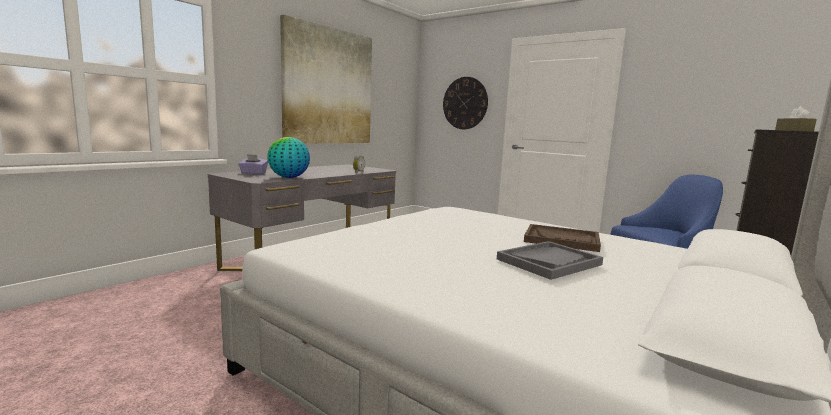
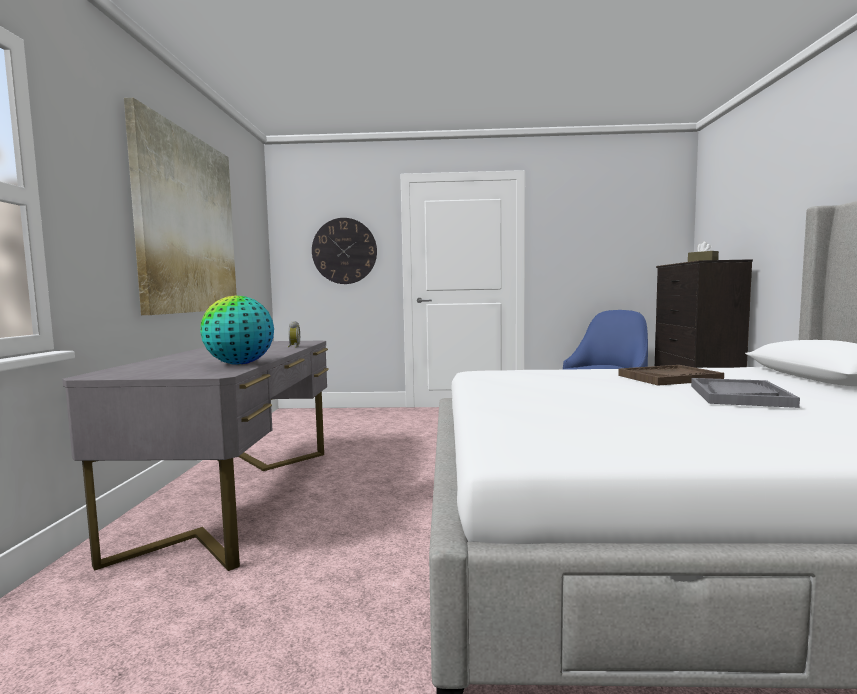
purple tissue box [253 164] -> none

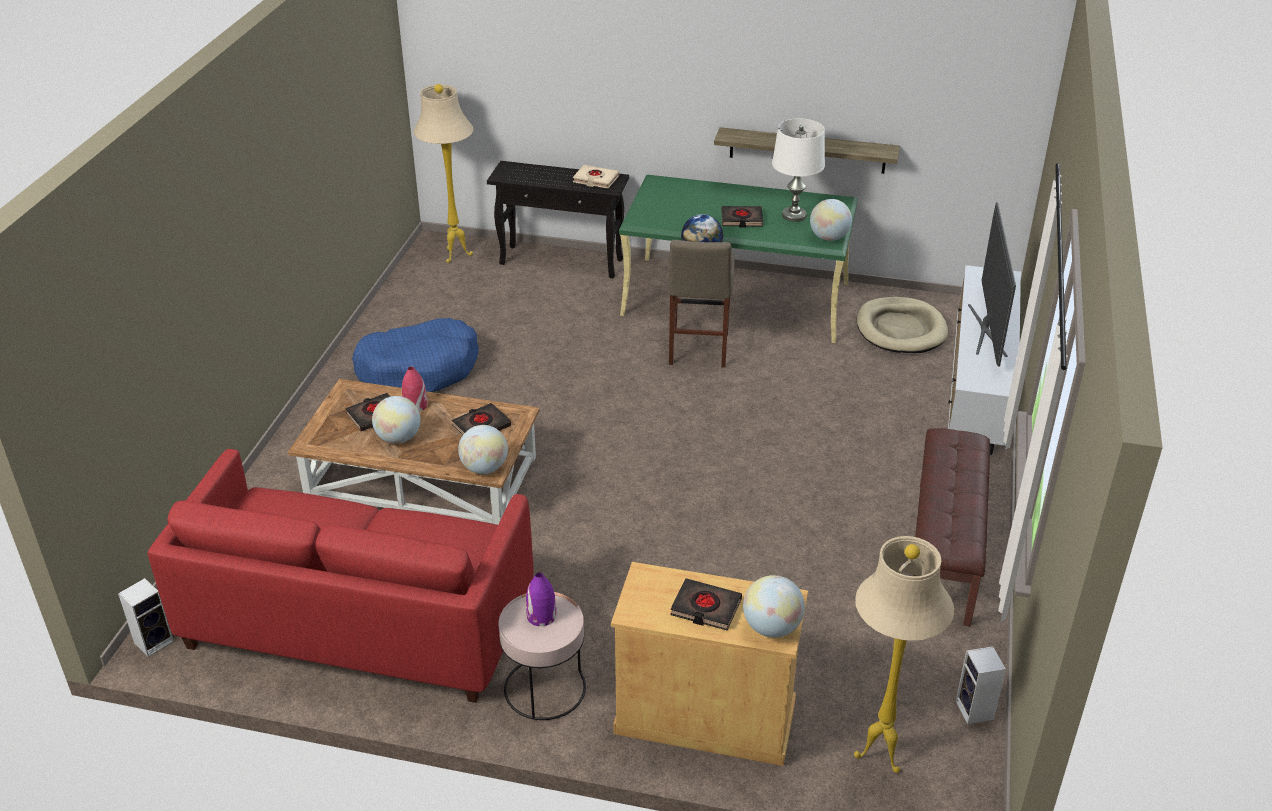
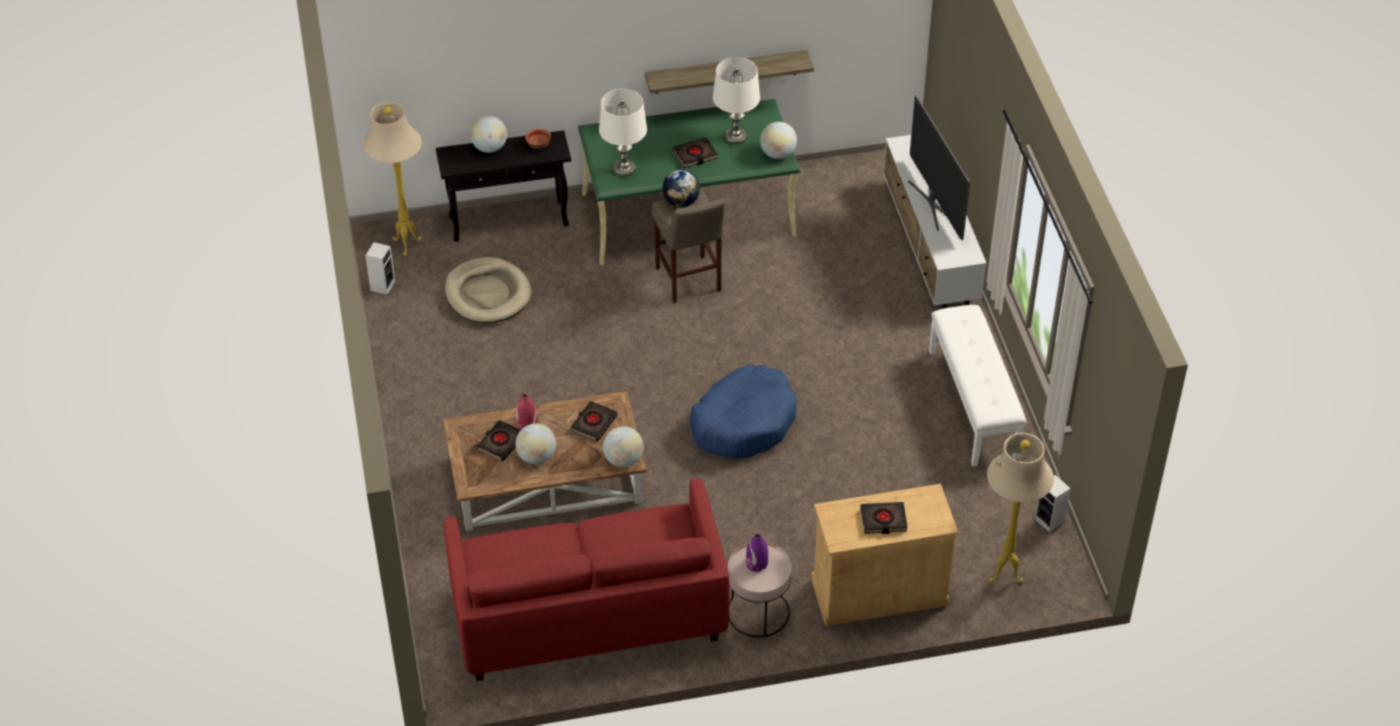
beige book [596 176] -> bowl [538 138]
beige dog bed [902 325] -> beige dog bed [488 290], move
blue dog bed [415 355] -> blue dog bed [743 412], move
brown bench [951 527] -> white bench [977 386]
globe [774 606] -> globe [488 134], move
speaker [146 617] -> speaker [380 268], move
none -> white table lamp [623 133]

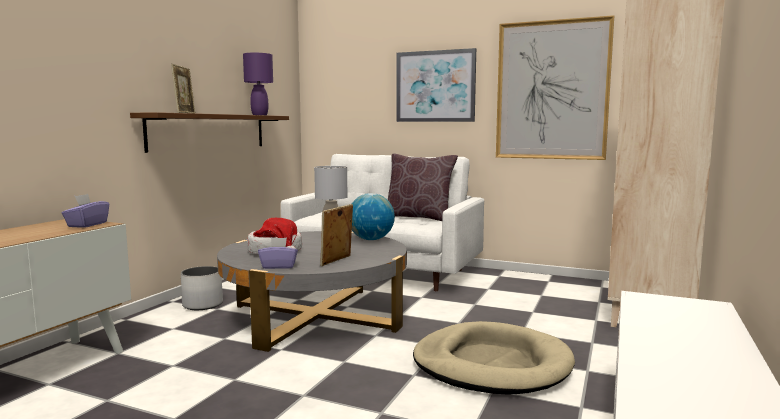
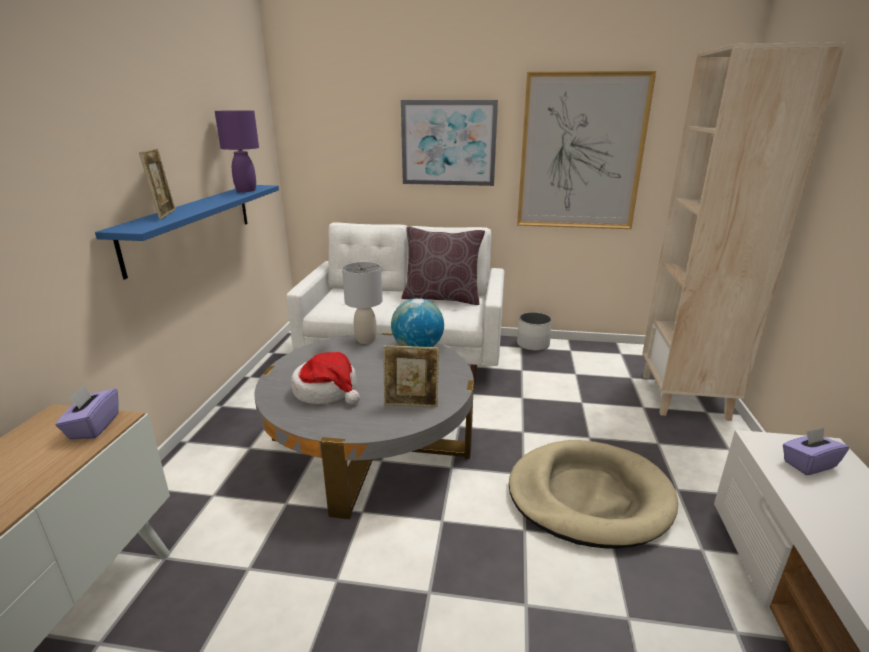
brown shelf [209 132] -> blue shelf [187 232]
picture frame [336 235] -> picture frame [411 376], 105 degrees counterclockwise
purple tissue box [278 253] -> purple tissue box [816 451], move
white planter [202 288] -> white planter [534 331], move

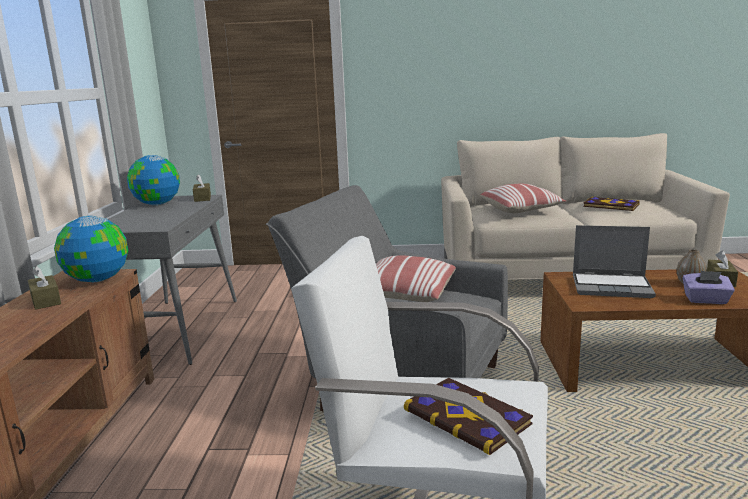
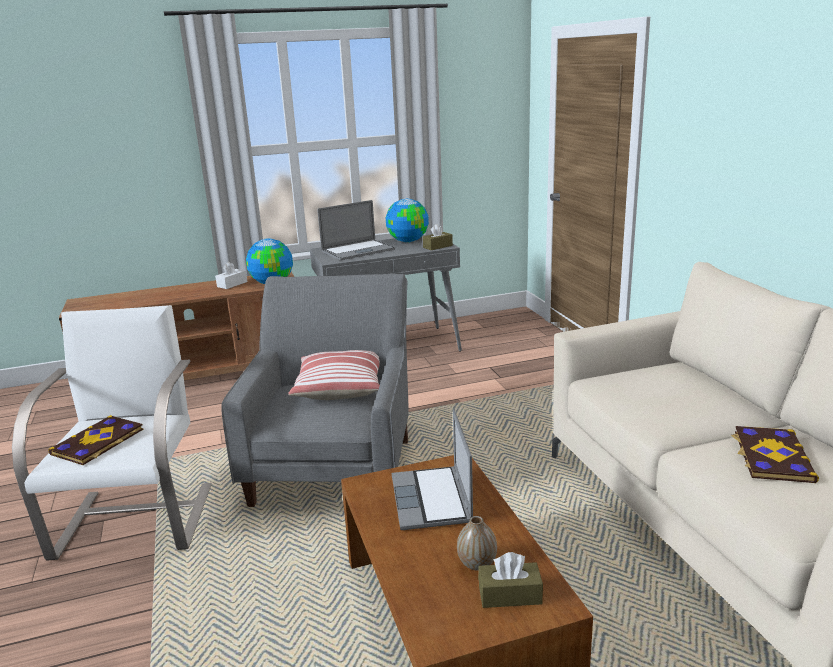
pillow [523 198] -> none
brown tissue box [44 288] -> white tissue box [231 275]
purple tissue box [709 287] -> none
none -> laptop [356 230]

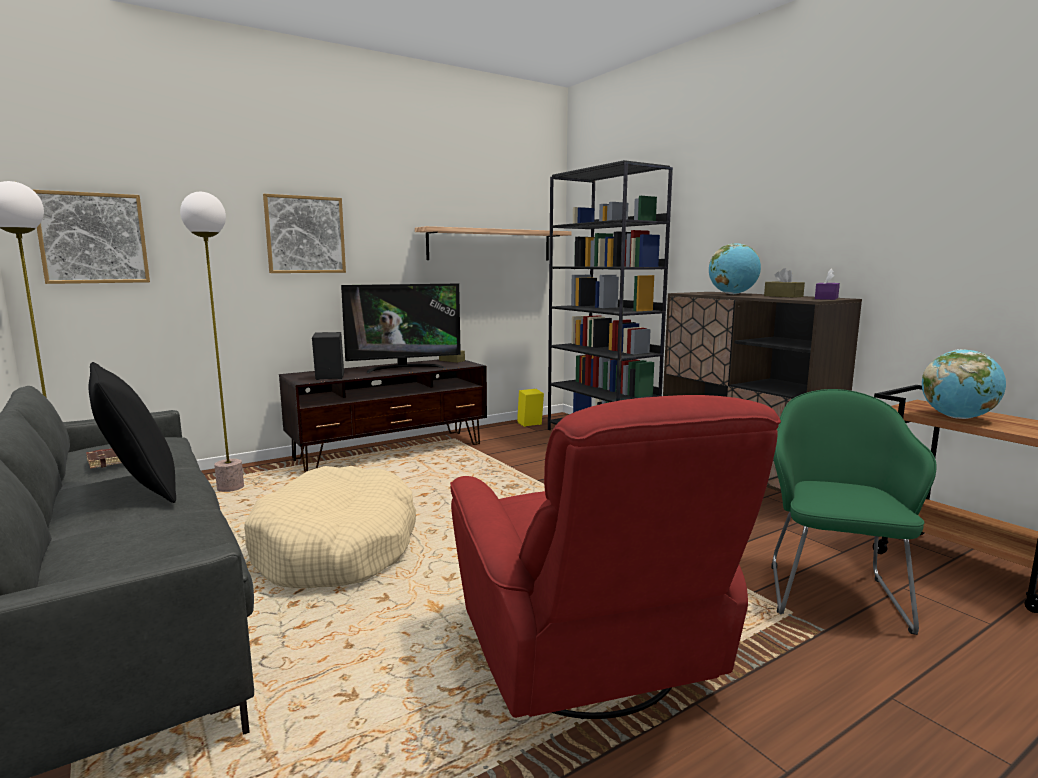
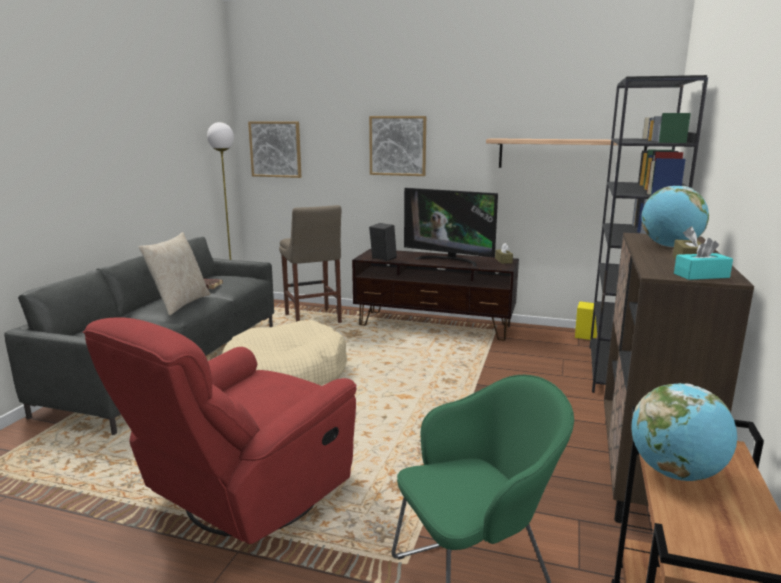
floor lamp [212 342] -> beige stool [310 264]
purple tissue box [827 284] -> turquoise tissue box [703 259]
black pillow [132 432] -> beige pillow [175 274]

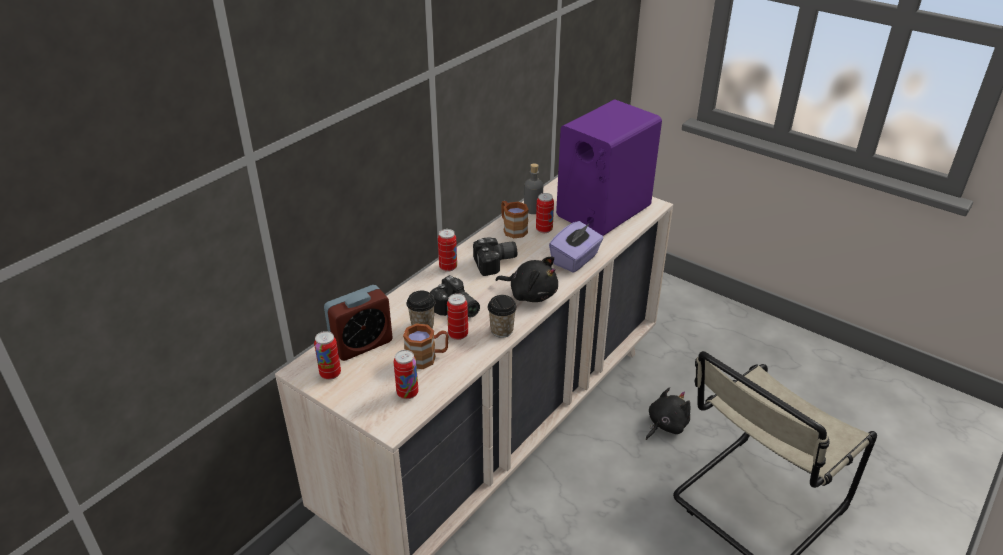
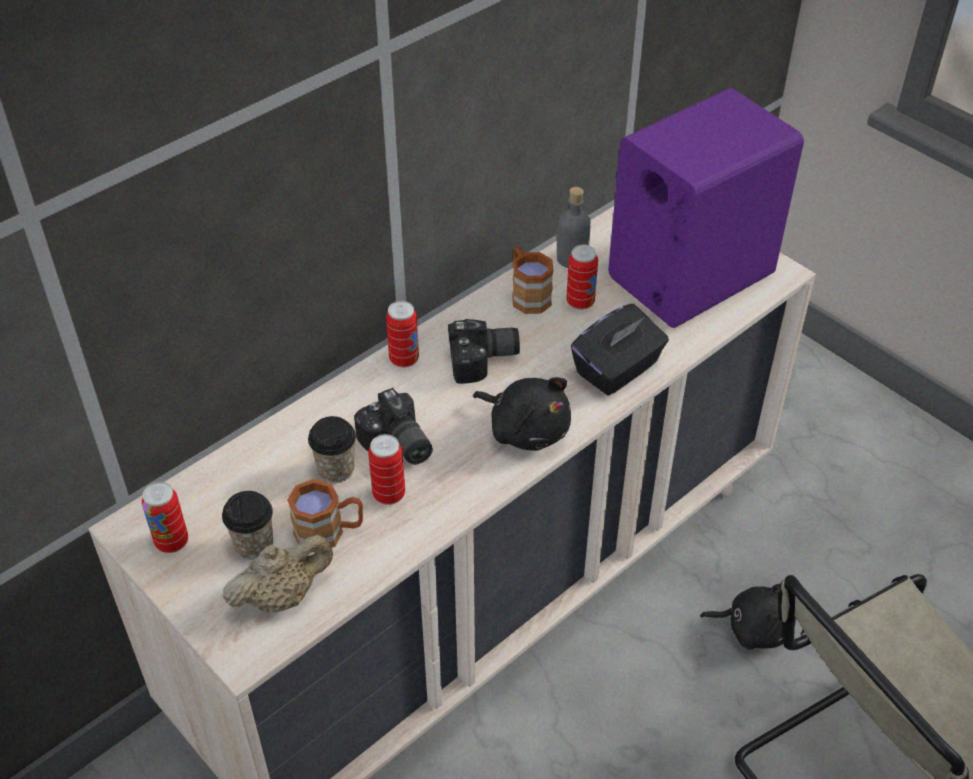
purple tissue box [576 247] -> black tissue box [620 349]
alarm clock [358 323] -> none
cup [502 316] -> cup [247 525], move
can [406 374] -> beige teapot [277 574]
black plush toy [668 413] -> black plush toy [748 617], 45 degrees clockwise

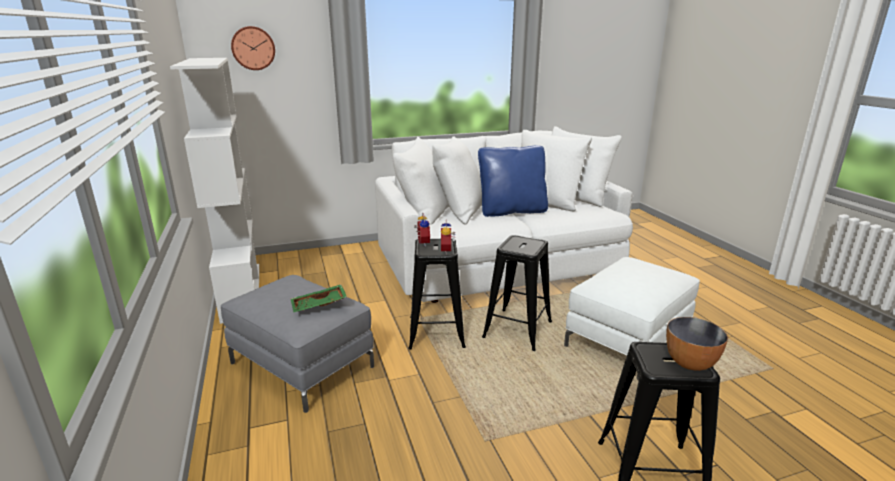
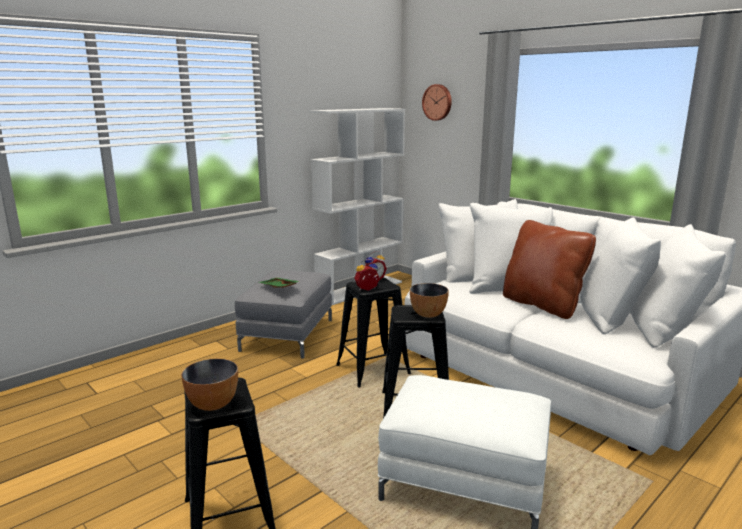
blue pillow [513 181] -> brown pillow [549 269]
none -> bowl [429 300]

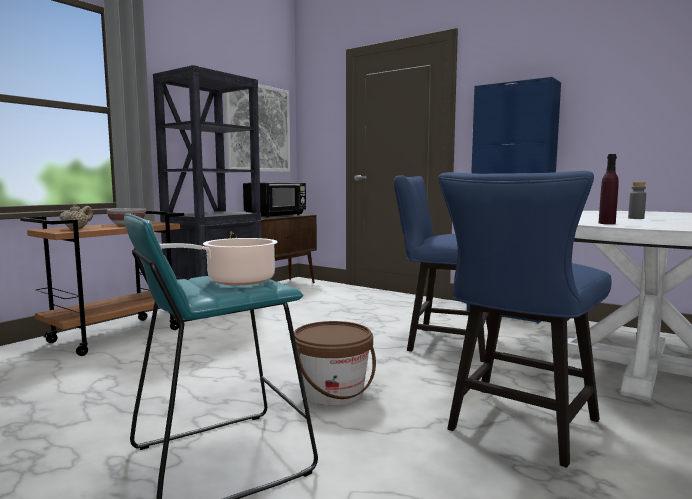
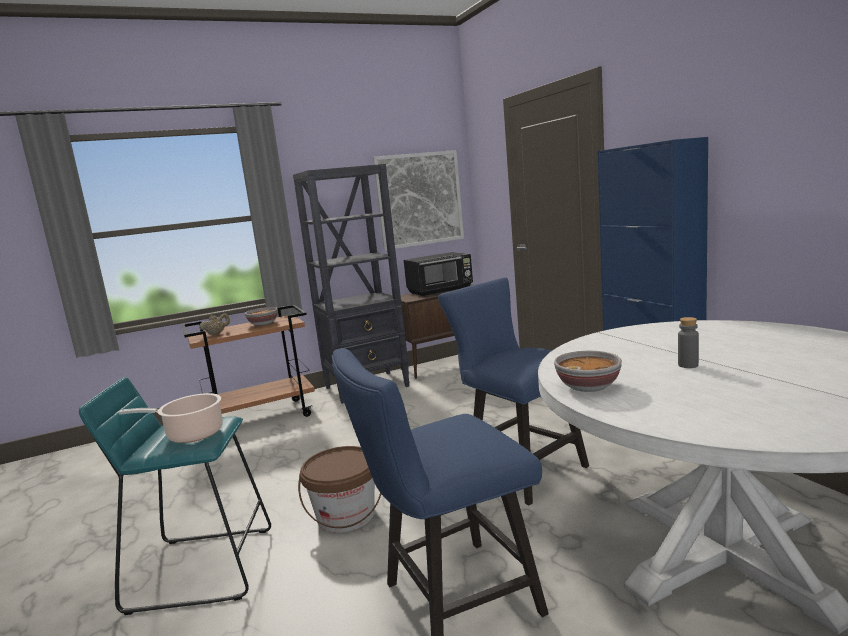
purple bottle [609 189] -> bowl [588 371]

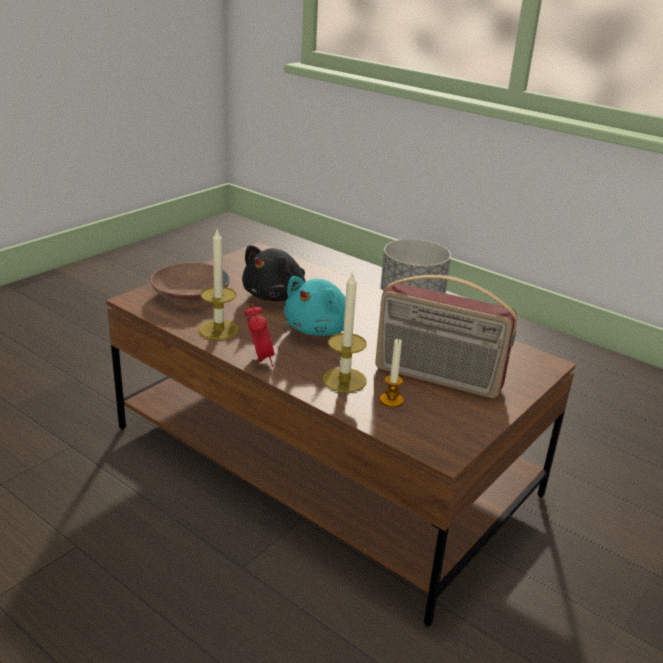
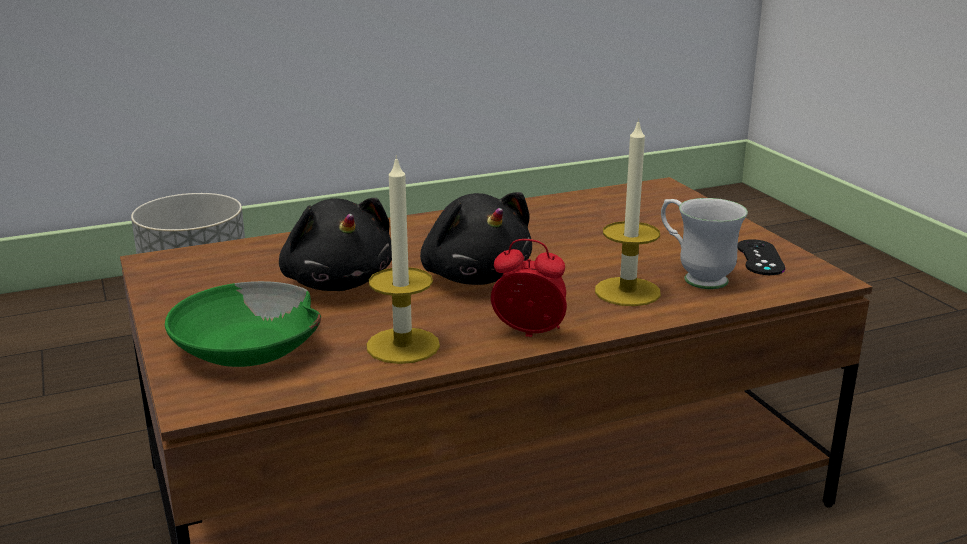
brown bowl [190 284] -> green bowl [243 324]
radio [446 336] -> none
turquoise plush toy [315 306] -> black plush toy [476 238]
candle [392 372] -> white mug [704 243]
none -> black game controller [761 257]

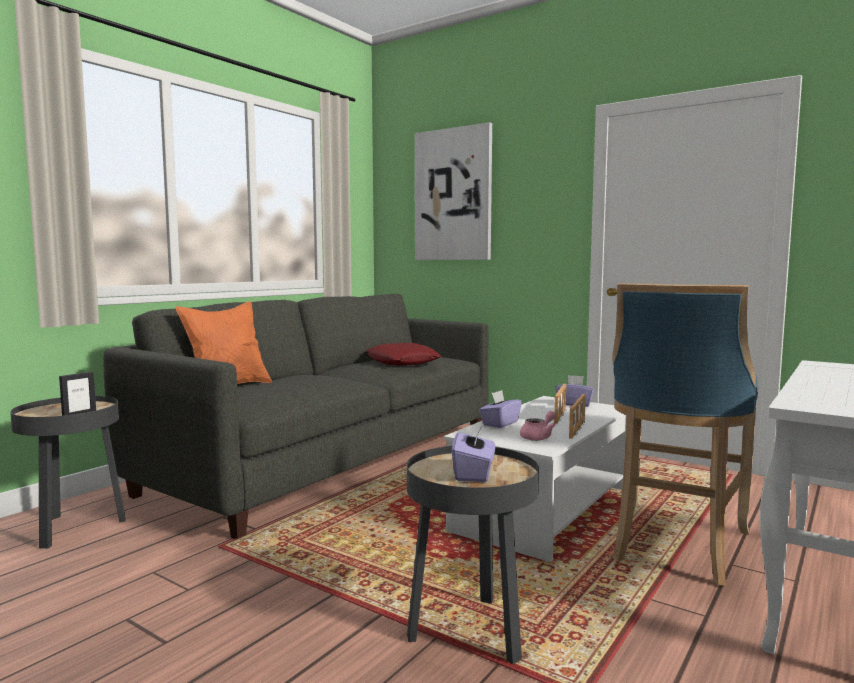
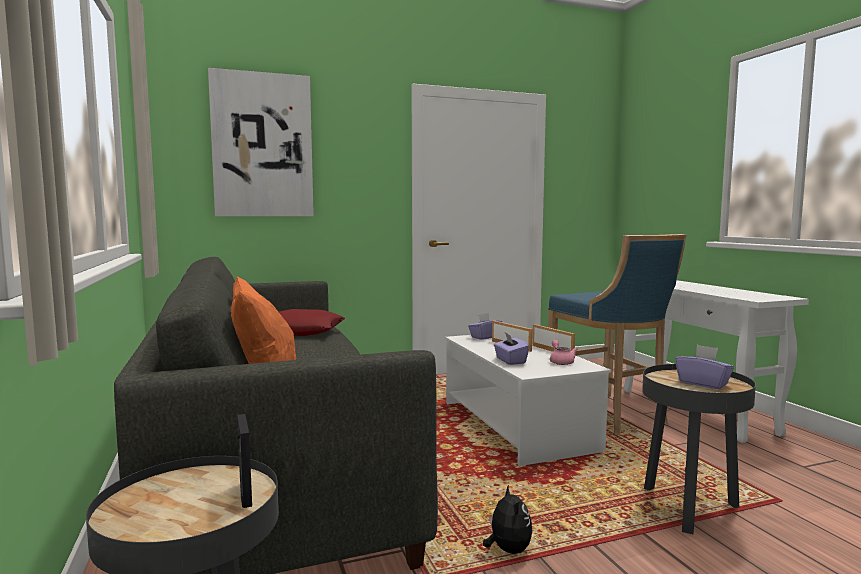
none -> plush toy [507 519]

